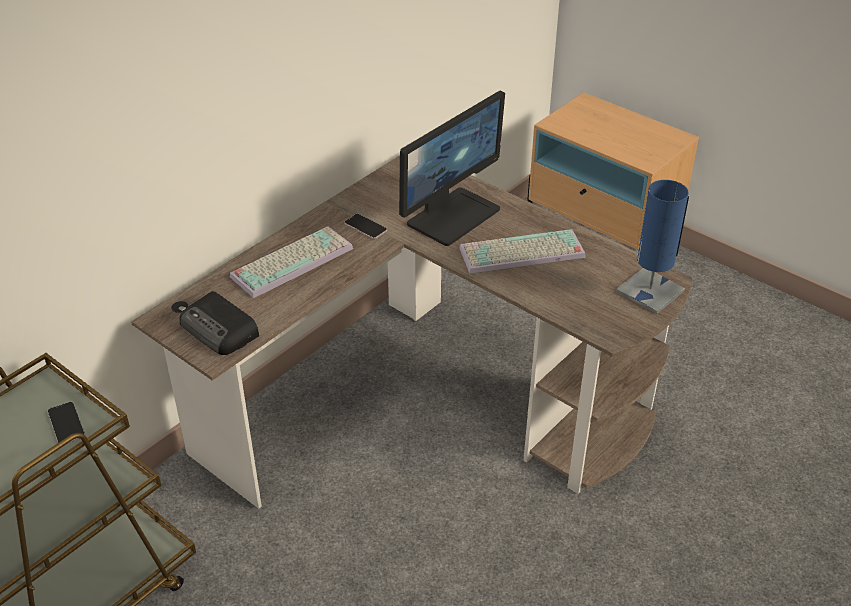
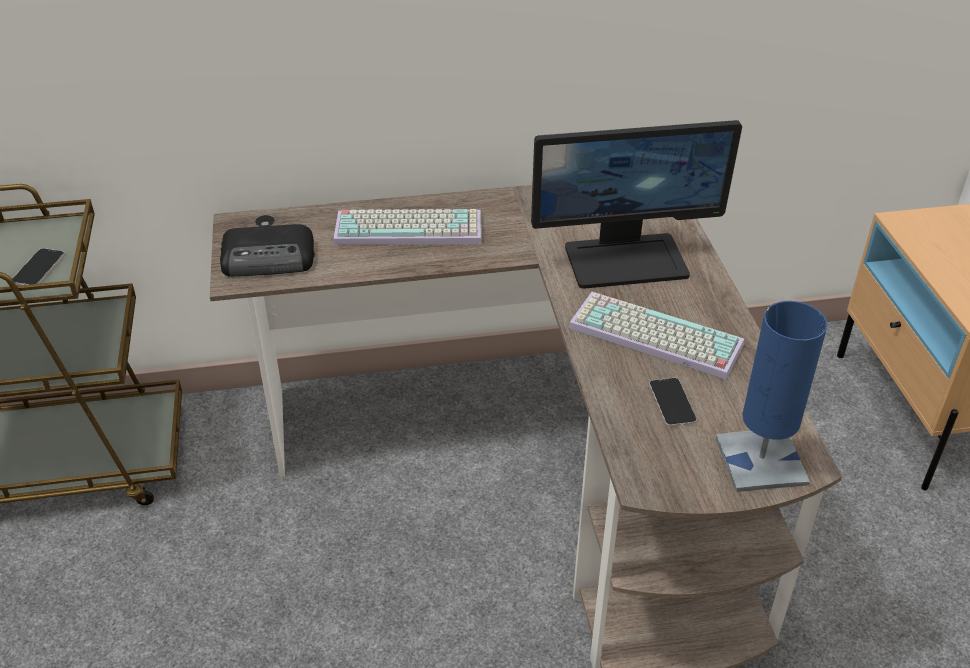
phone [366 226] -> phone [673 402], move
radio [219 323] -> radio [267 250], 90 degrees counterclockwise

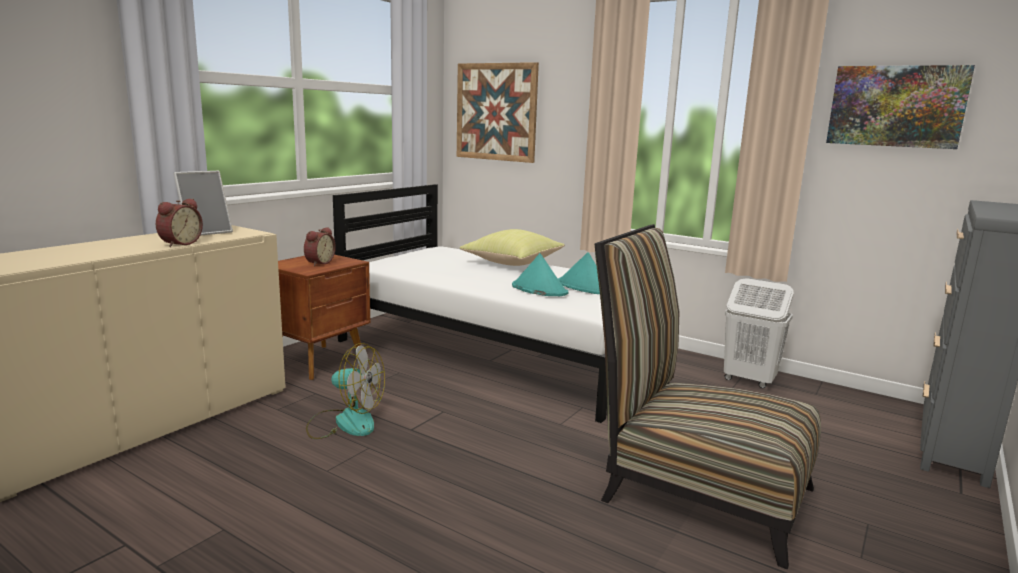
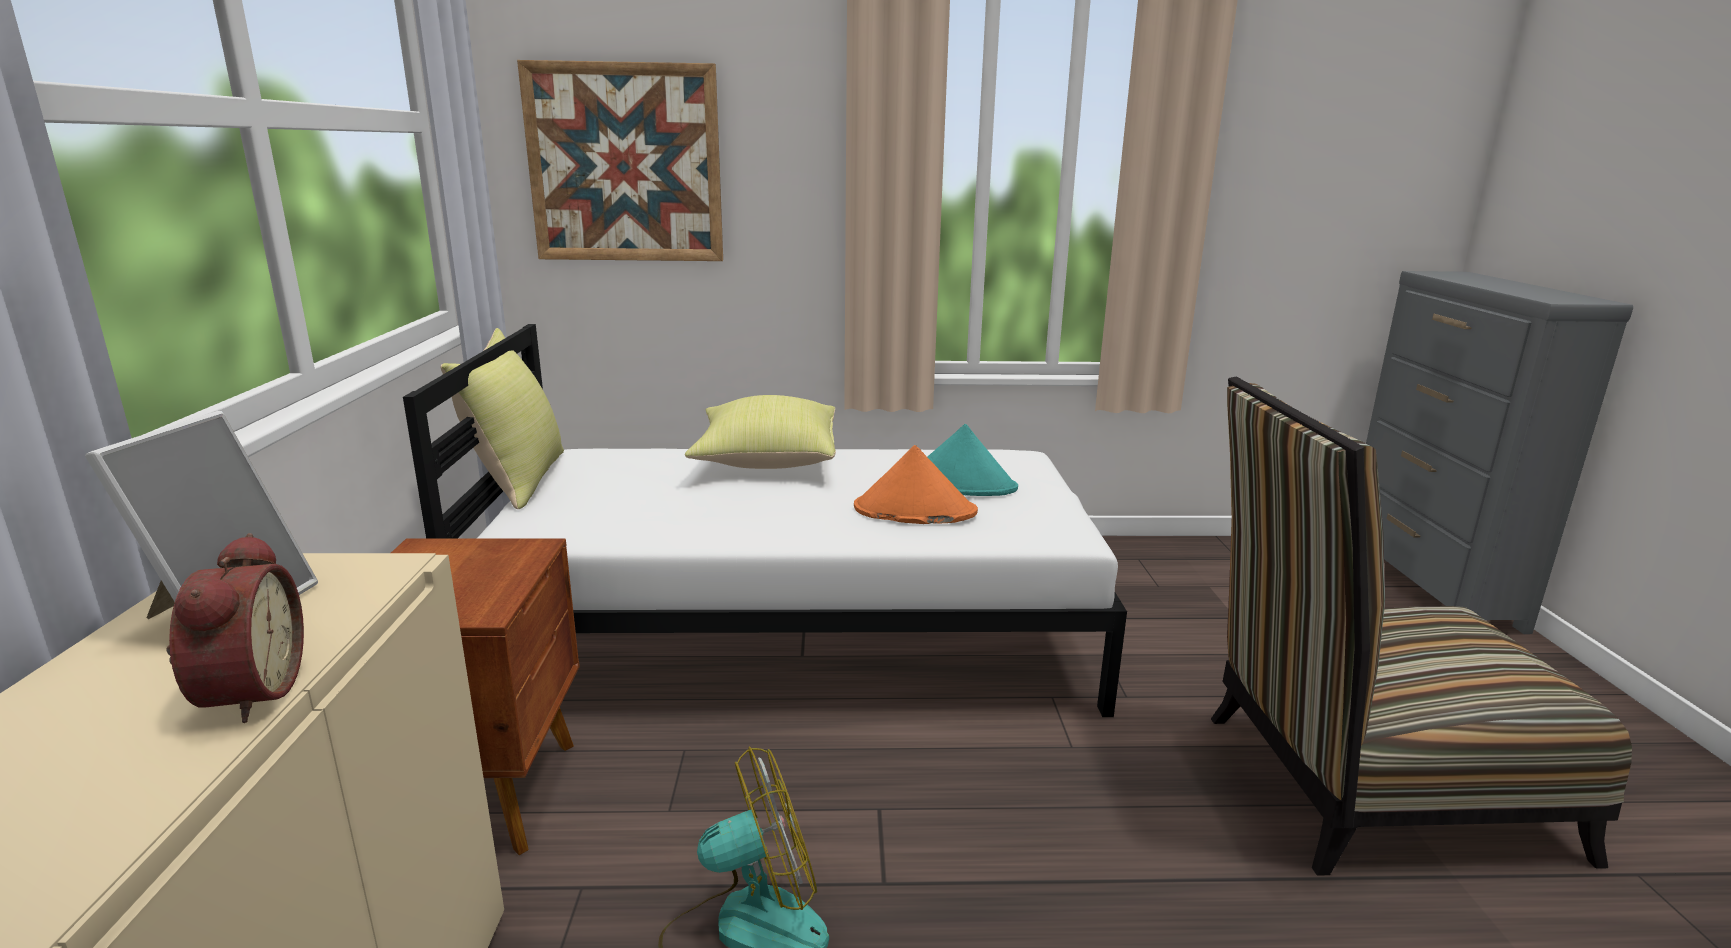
picture [900 107] -> none
alarm clock [320 246] -> none
turquoise hat [540 274] -> orange hat [916 484]
white laundry basket [759 333] -> none
none -> yellow pillow [502 418]

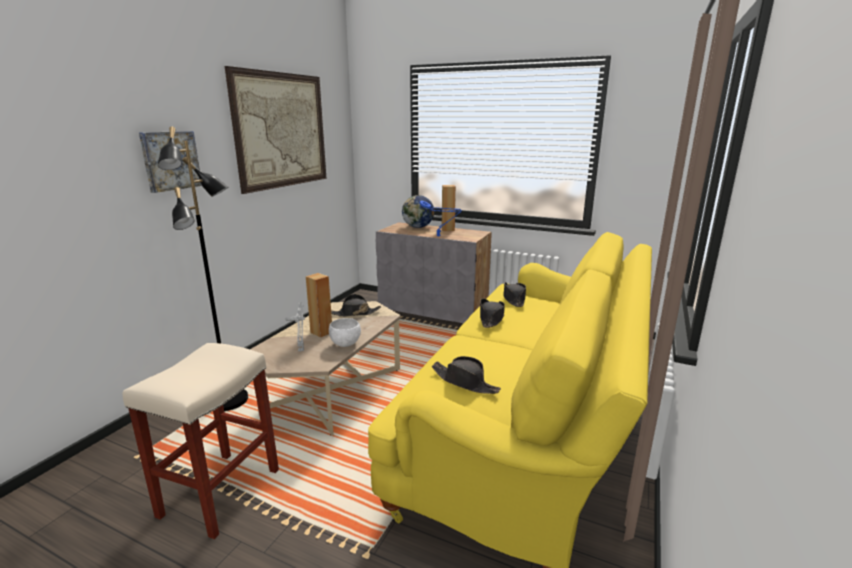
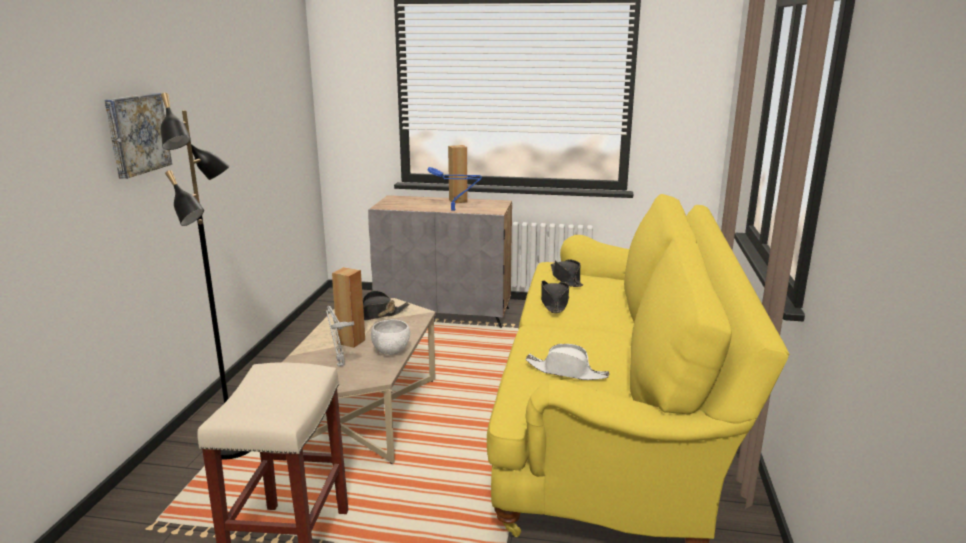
picture [276 130] -> none
globe [418 211] -> none
black hat [466 375] -> white hat [567 362]

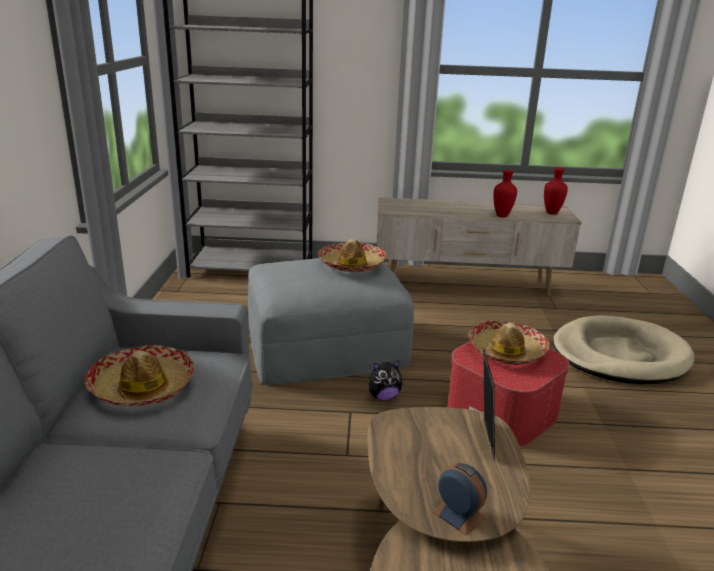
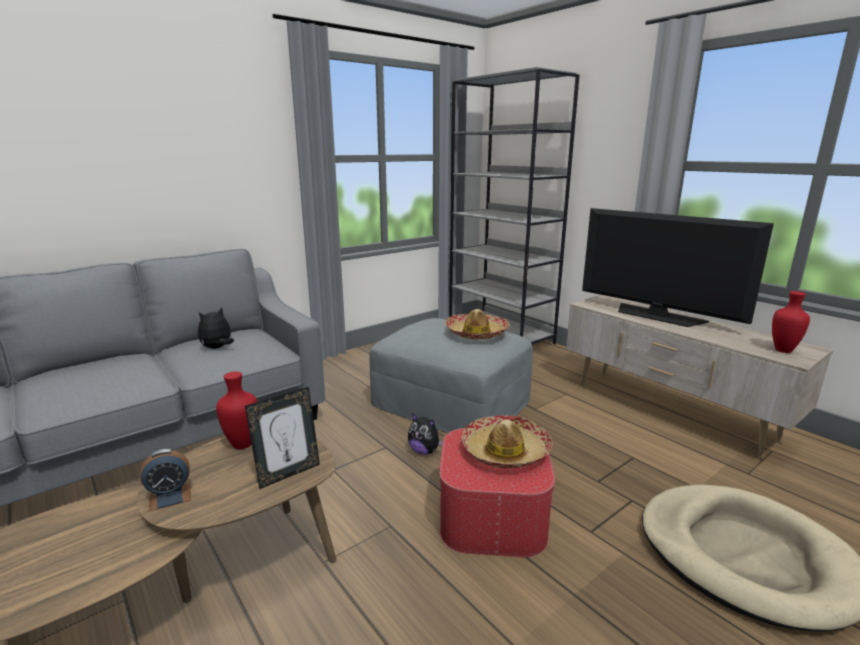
red vase [505 193] -> red vase [236 410], move
hat [140 375] -> plush toy [216 328]
alarm clock [459 499] -> alarm clock [165 480], 60 degrees clockwise
none -> television [678 267]

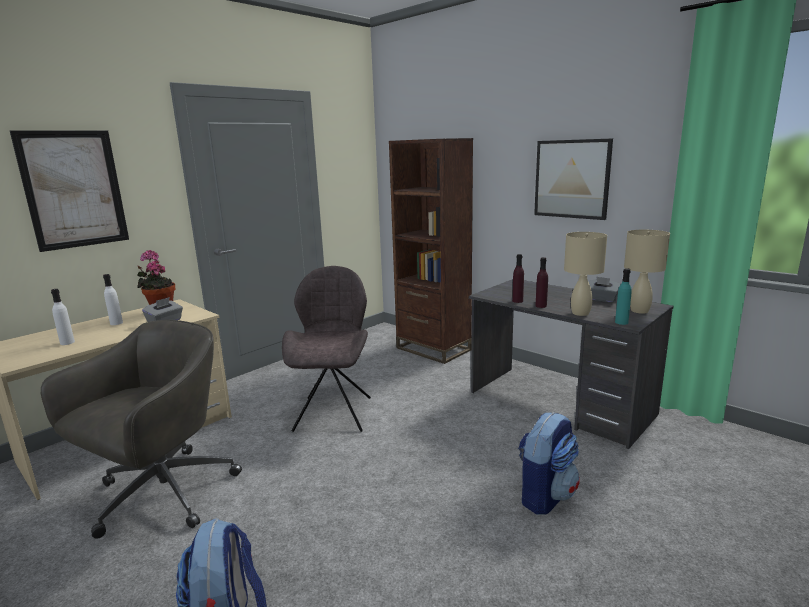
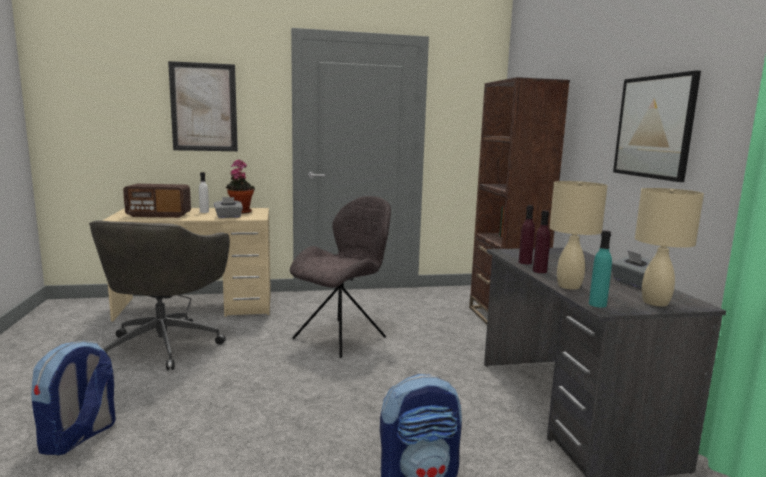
white bottle [63 317] -> radio [157 201]
grey office chair [141 429] -> grey office chair [159 295], 120 degrees clockwise

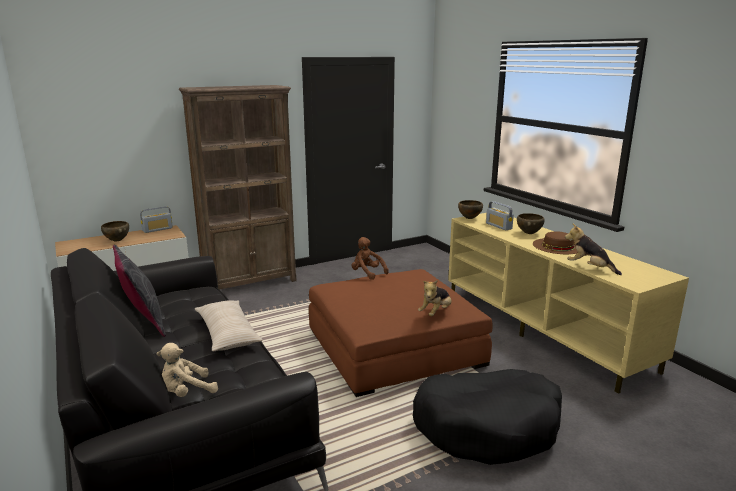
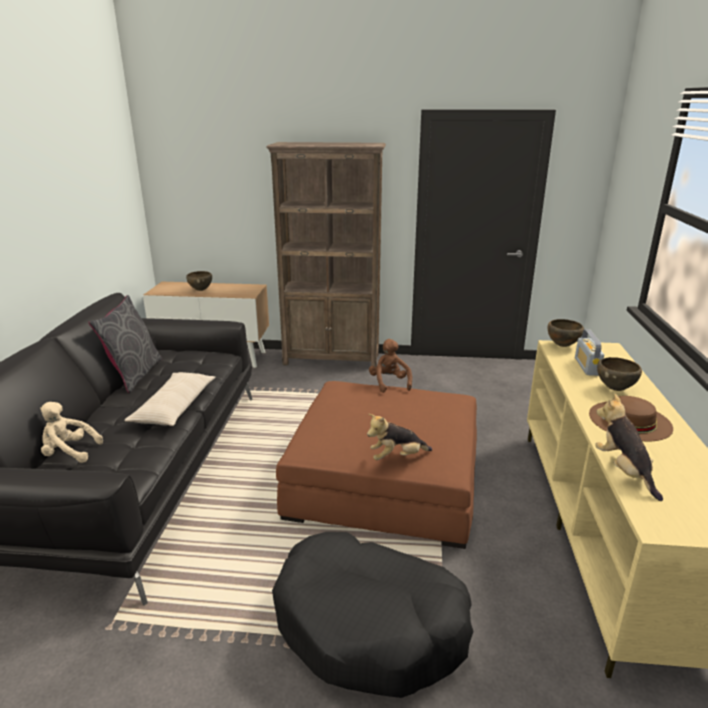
radio [156 219] -> none

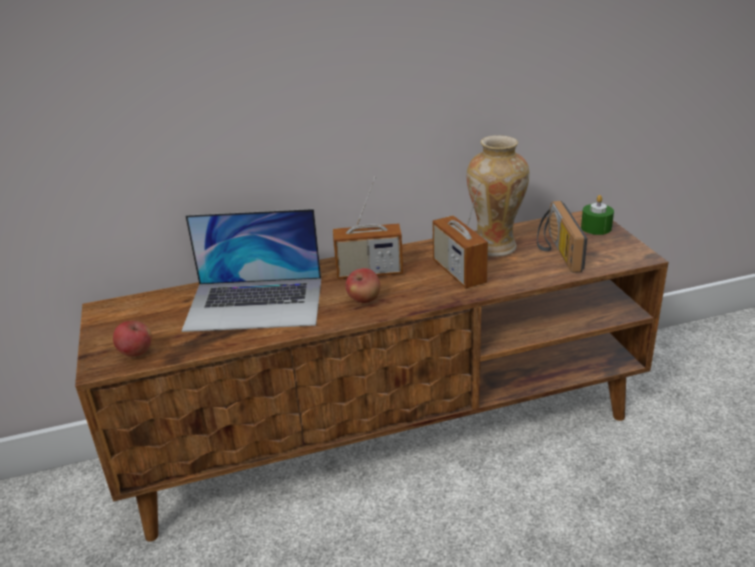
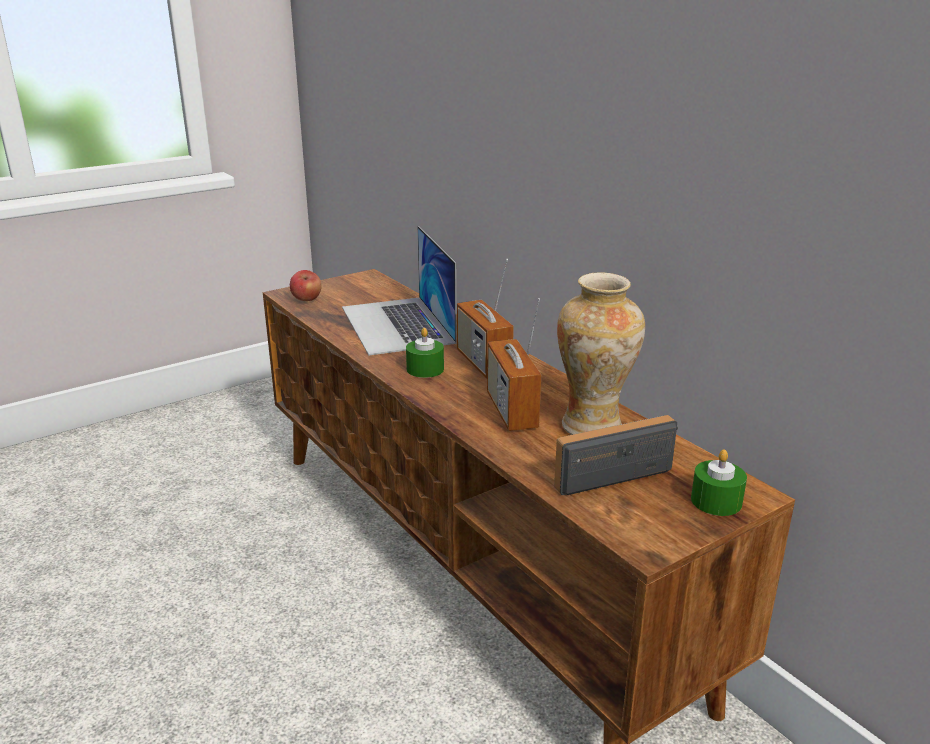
radio [460 235] -> radio [514 364], 60 degrees counterclockwise
apple [362 285] -> green candle [425 353]

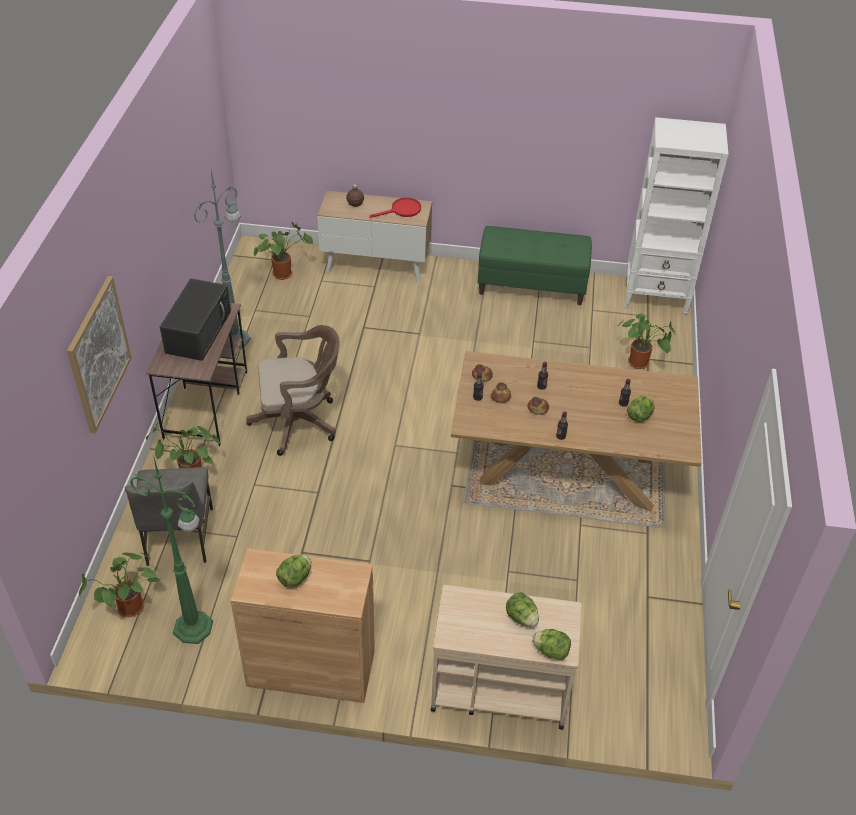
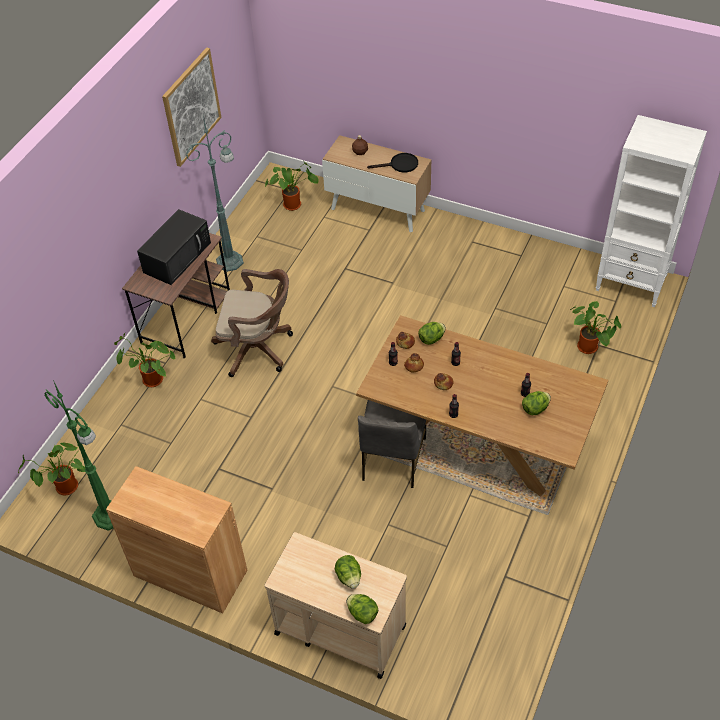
red frying pan [395 208] -> black frying pan [392 163]
green bench [535 265] -> none
picture [99 354] -> picture [191 107], move
grey chair [169 516] -> grey chair [392 444], move
lettuce [293 571] -> lettuce [432 333], move

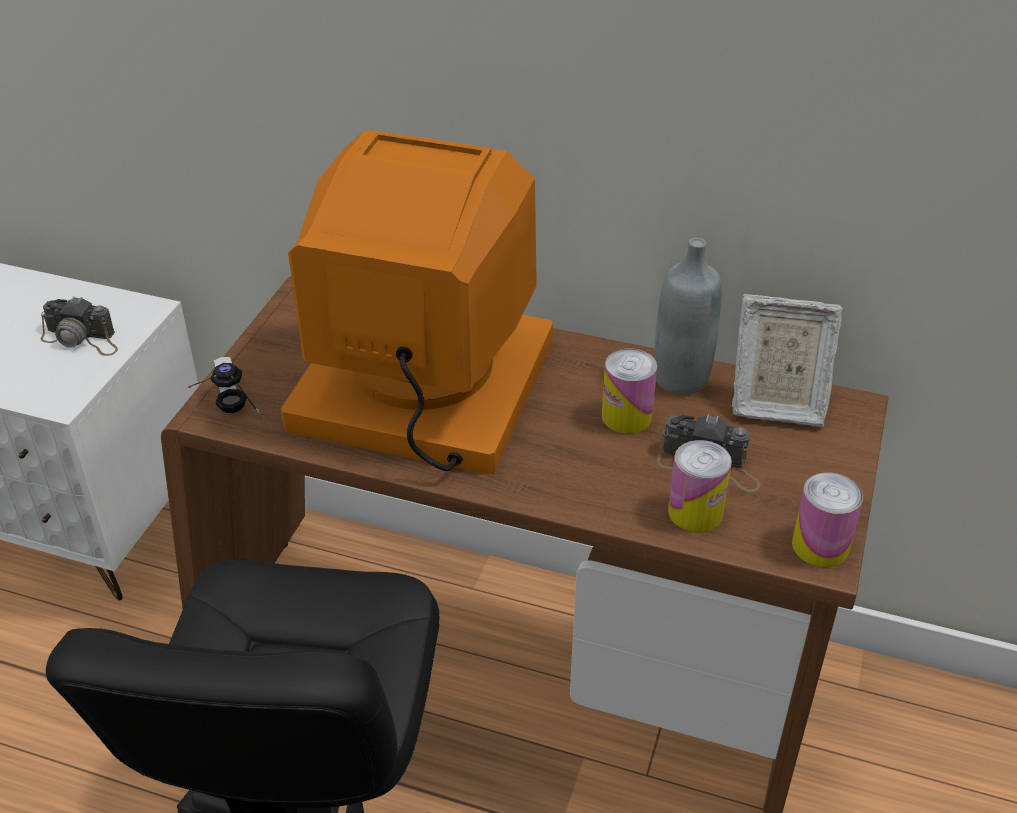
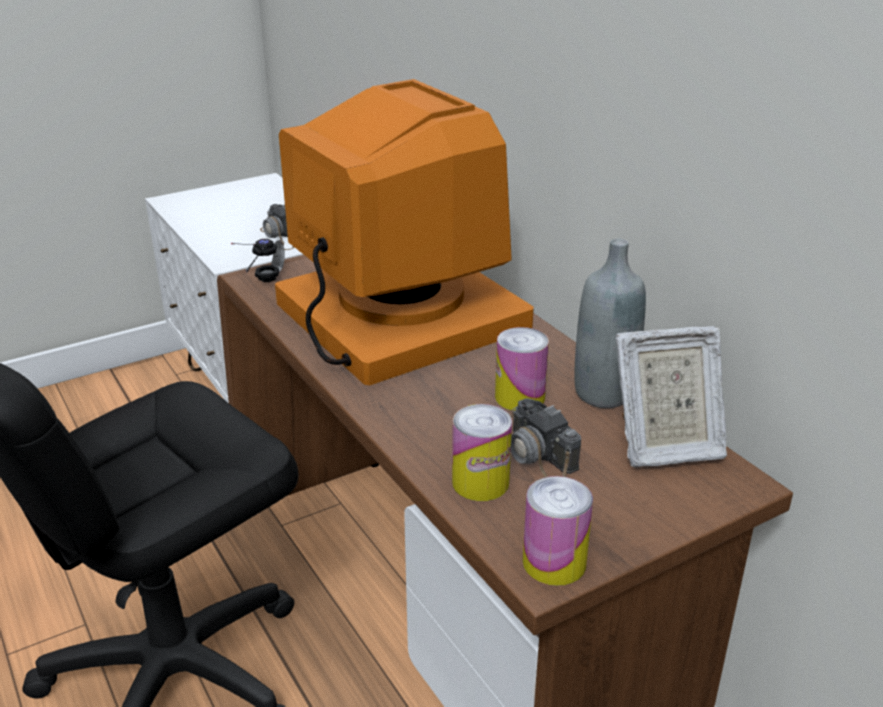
picture frame [787 360] -> picture frame [671 396], 60 degrees counterclockwise

